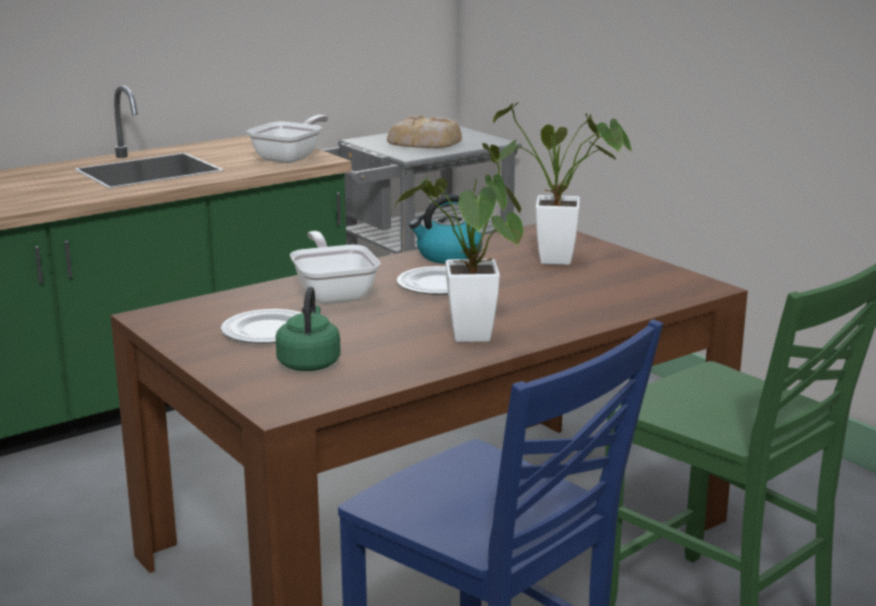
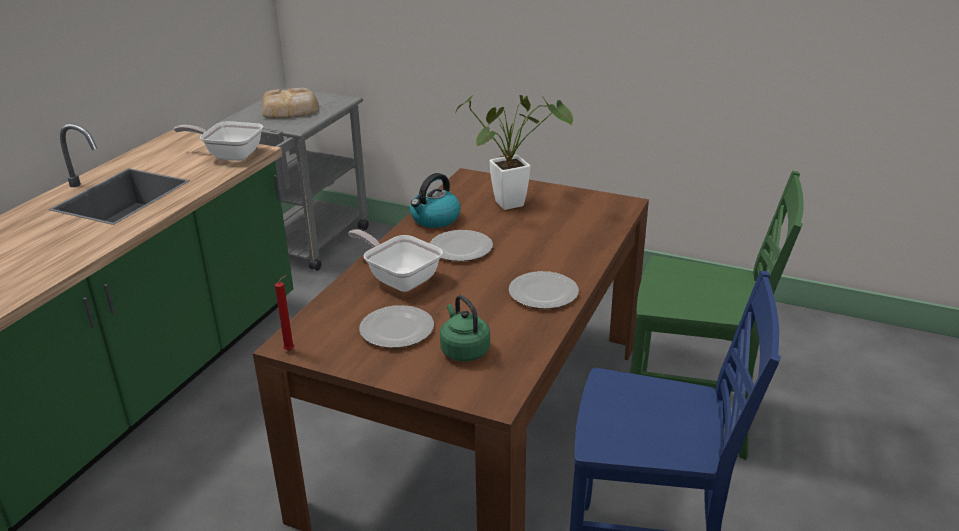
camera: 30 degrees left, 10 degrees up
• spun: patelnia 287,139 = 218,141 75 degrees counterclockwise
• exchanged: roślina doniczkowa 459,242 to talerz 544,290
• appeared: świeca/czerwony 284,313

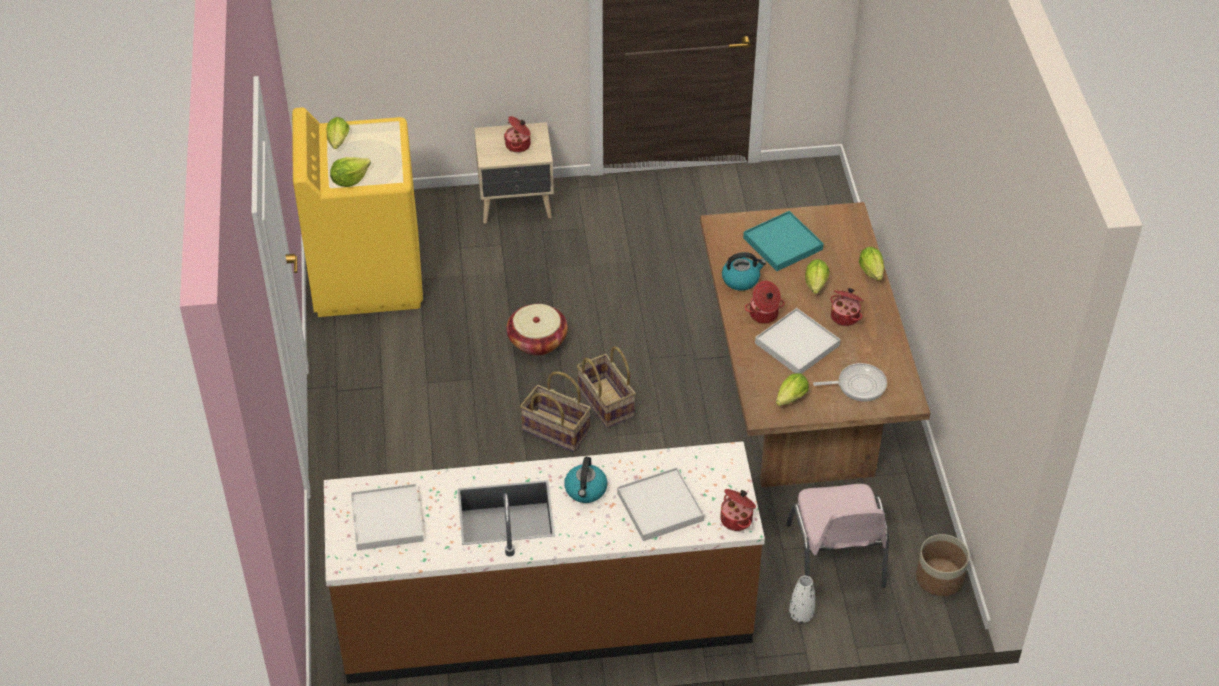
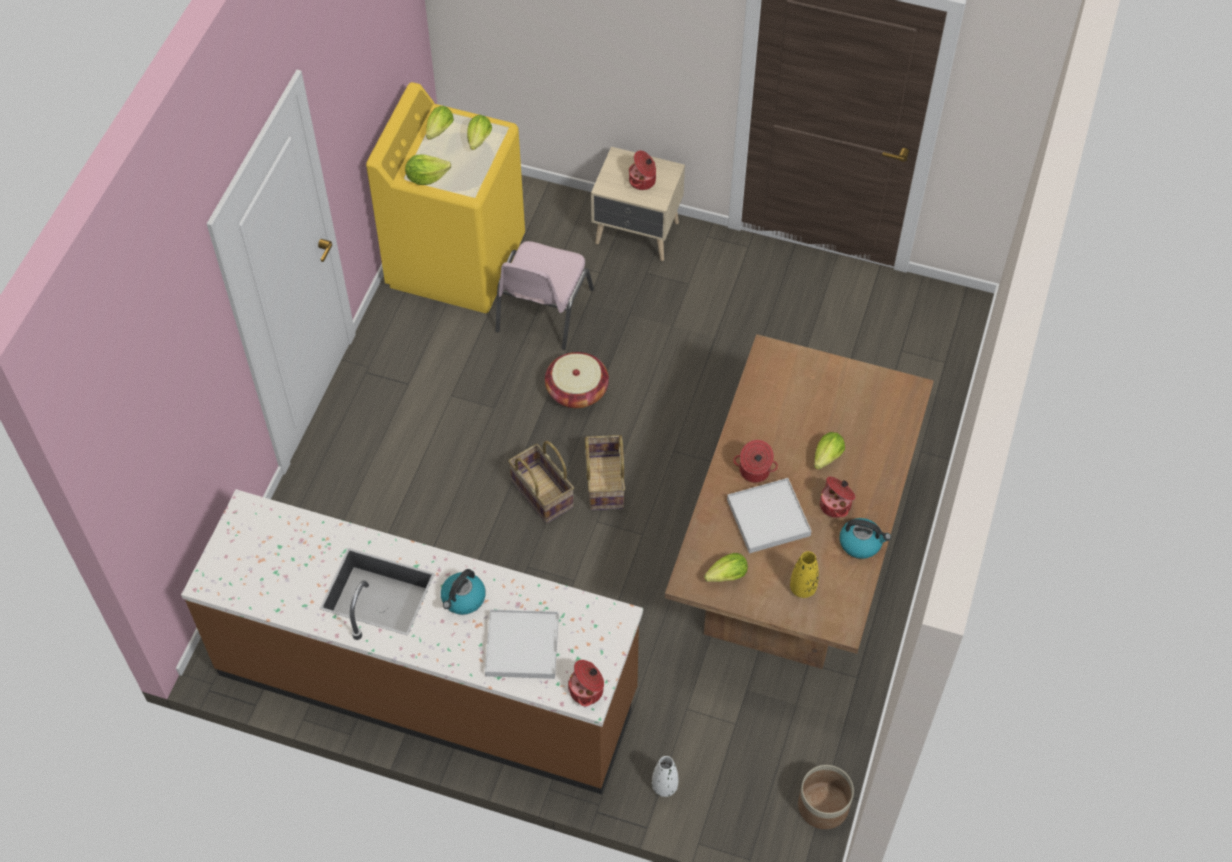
camera: 25 degrees right, 10 degrees up
• missing: taca/biały 387,517
• relocated: czajnik 744,271 to 865,538
• missing: taca/turkusowy 783,241
• relocated: krzesło/różowy 837,536 to 544,295
• exchanged: patelnia 850,382 to wazon/żółty 804,574
• relocated: sałata 871,264 to 479,132

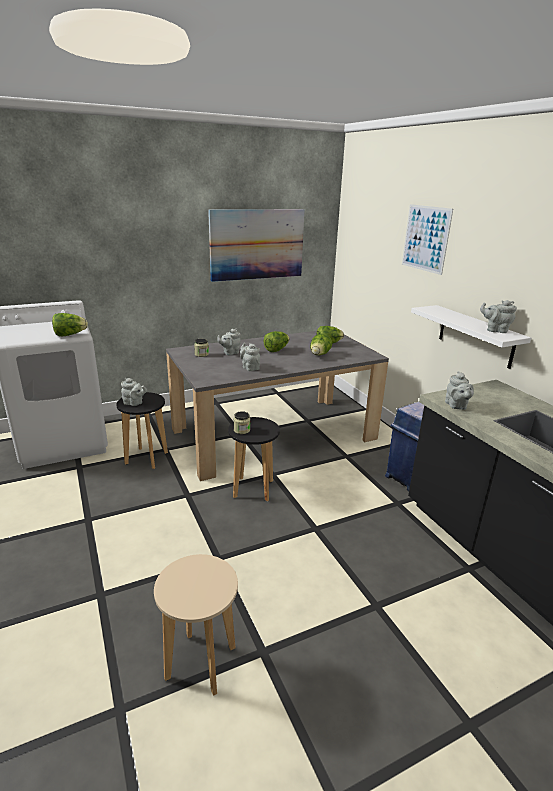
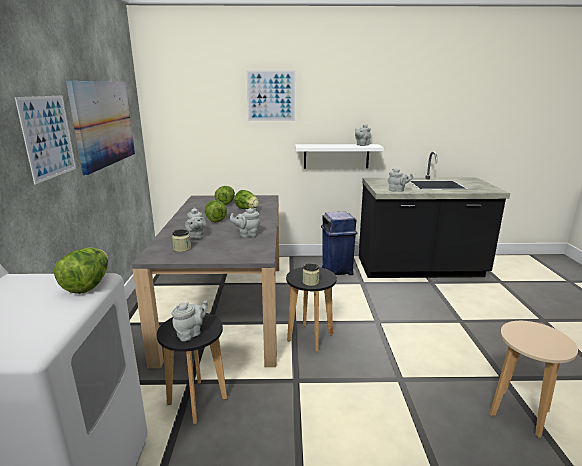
camera: 65 degrees left, 5 degrees down
• appeared: obraz 45,140

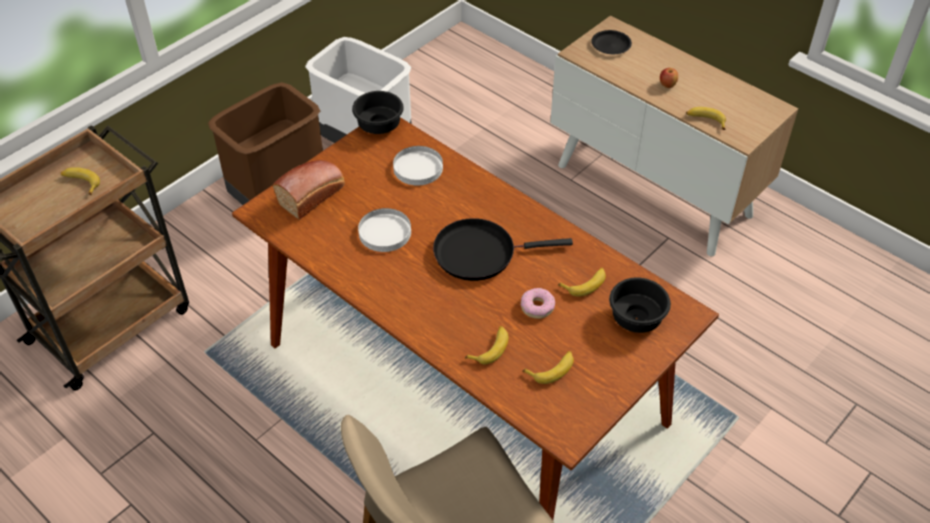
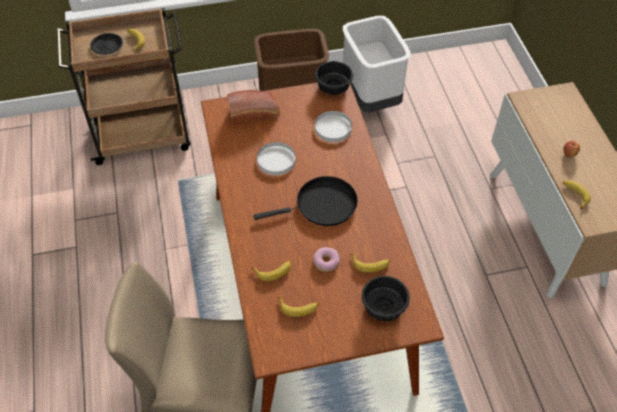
camera: 35 degrees right, 5 degrees up
• spun: patelnia/czarny 503,249 = 305,201 135 degrees clockwise
• relocated: talerz/czarny 611,42 to 106,44

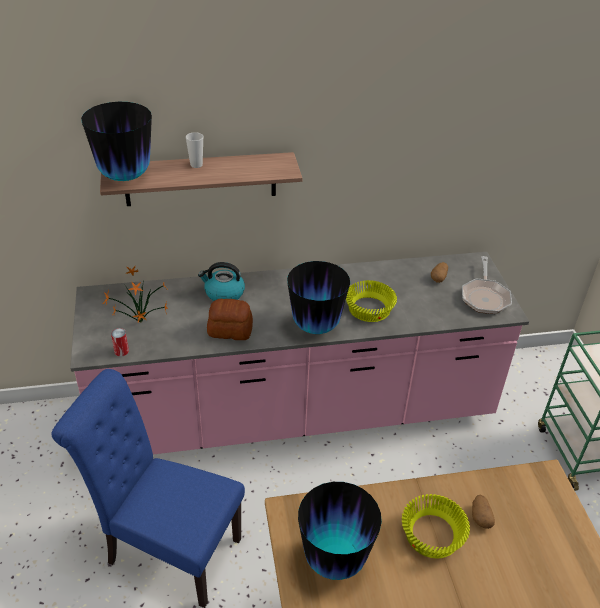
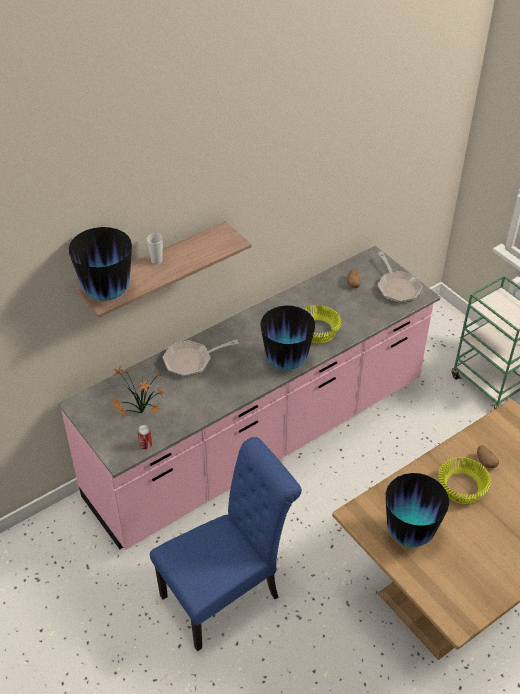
camera: 25 degrees left, 5 degrees up
• spun: krzesło/niebieski 148,488 = 226,544 150 degrees clockwise
• exchanged: czajnik 221,281 to patelnia 201,358
• missing: chleb 230,319

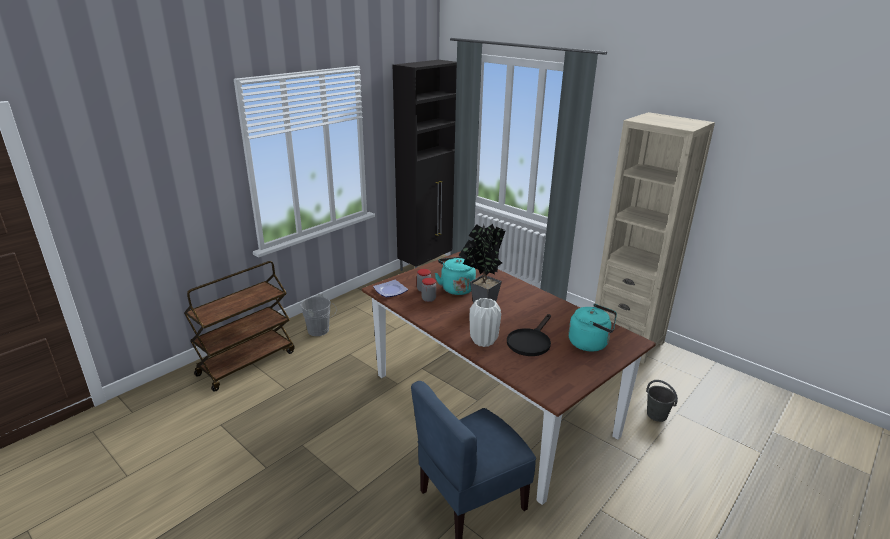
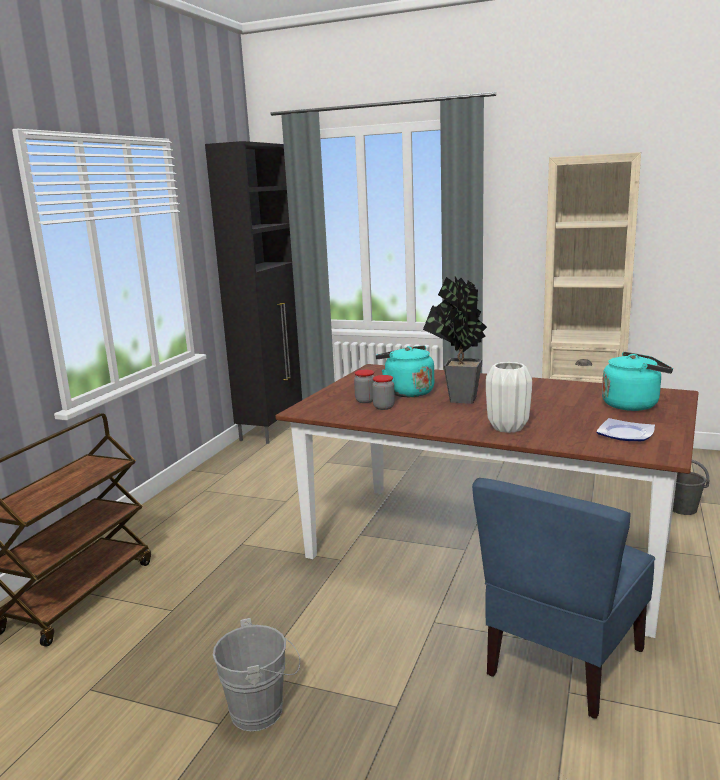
camera: 20 degrees left, 10 degrees down
• relocated: wiadro/szary 318,315 to 256,674
• relocated: talerz 390,288 to 625,429
• missing: patelnia/czarny 529,335

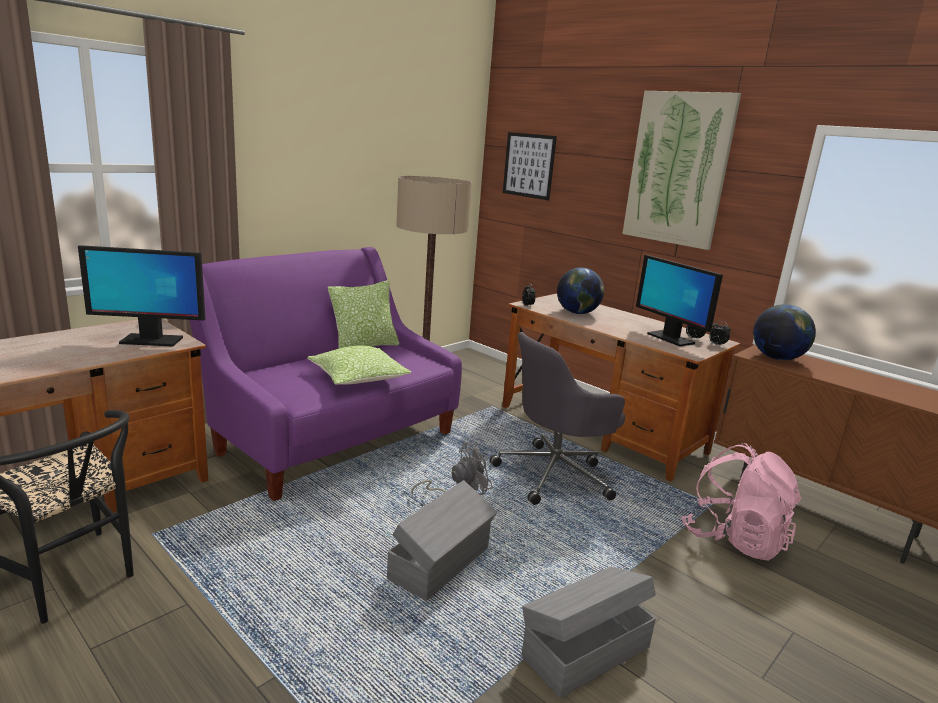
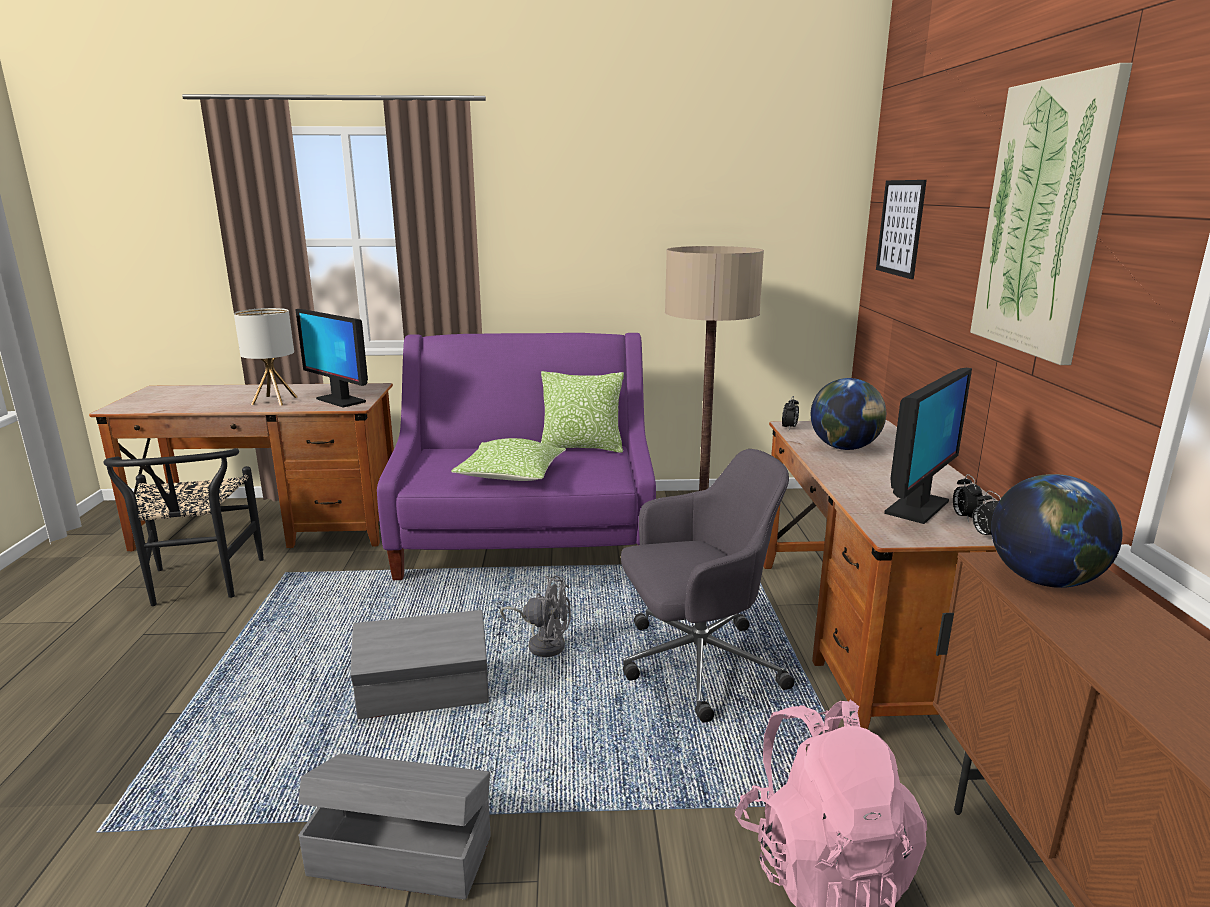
camera: 45 degrees right, 0 degrees up
• spun: krzesło biurowe/szary 557,418 = 707,586 150 degrees clockwise
• spun: monitor 679,301 = 928,446 150 degrees counterclockwise
• appeared: lampa stołowa 265,357

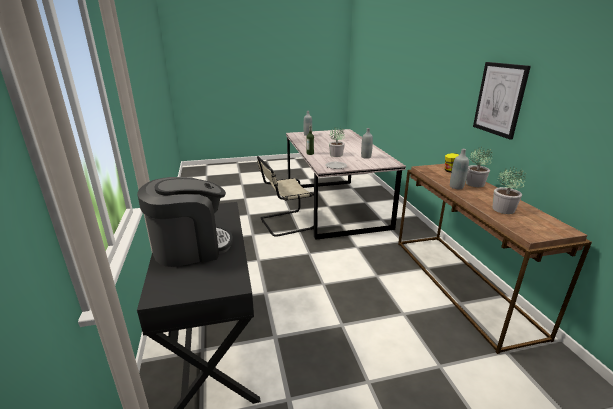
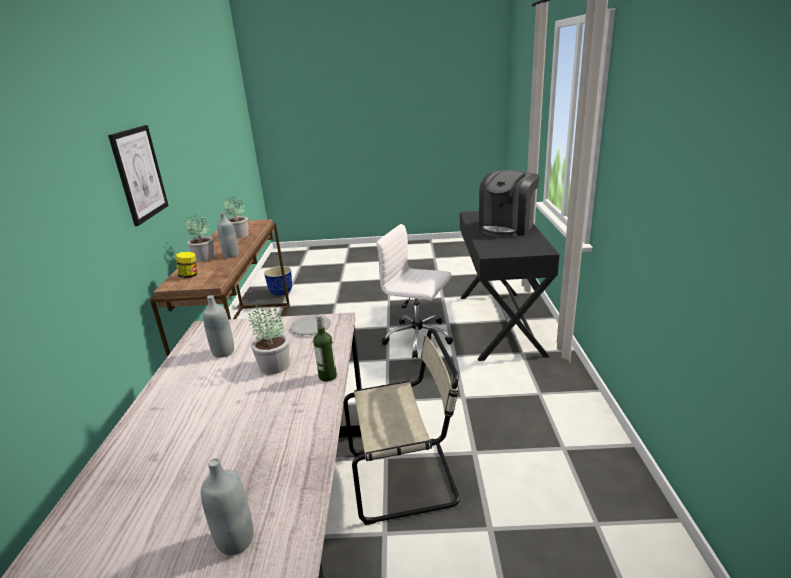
camera: 165 degrees left, 0 degrees up
• spun: ekspres do kawy 185,222 = 509,203 45 degrees counterclockwise
• appeared: donica 278,281
• appeared: krzesło biurowe/biały 414,291

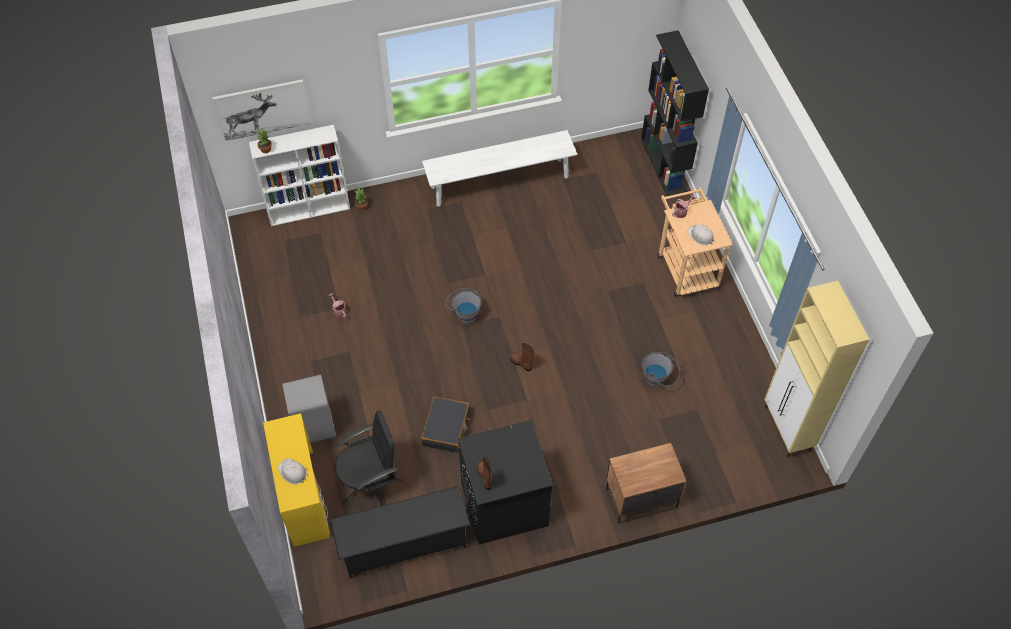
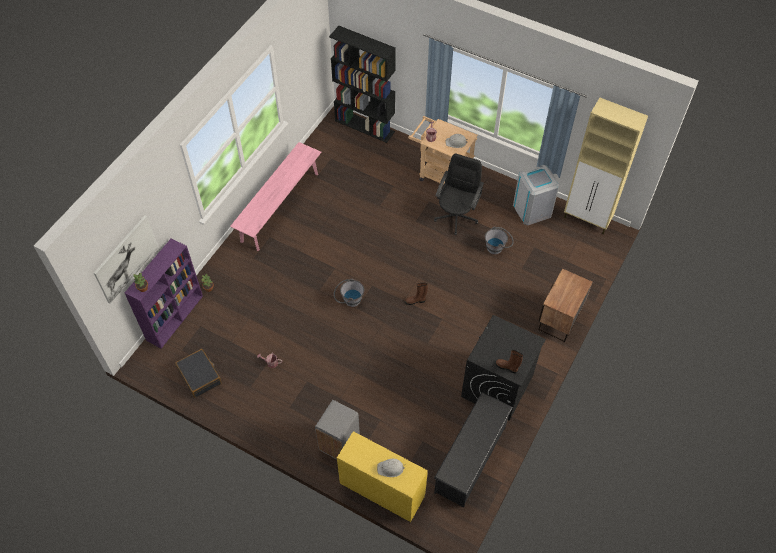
camera: 45 degrees left, 0 degrees up
• colour: regał/biały 299,175 to regał/fioletowy 164,293
• relocated: krzesło biurowe/czarny 369,458 to 459,194
• relocated: walizka/czarny 445,424 to 198,373
• colour: ławka/biały 499,168 to ławka/różowy 275,196
• appeared: kosz na śmieci/szary 536,195

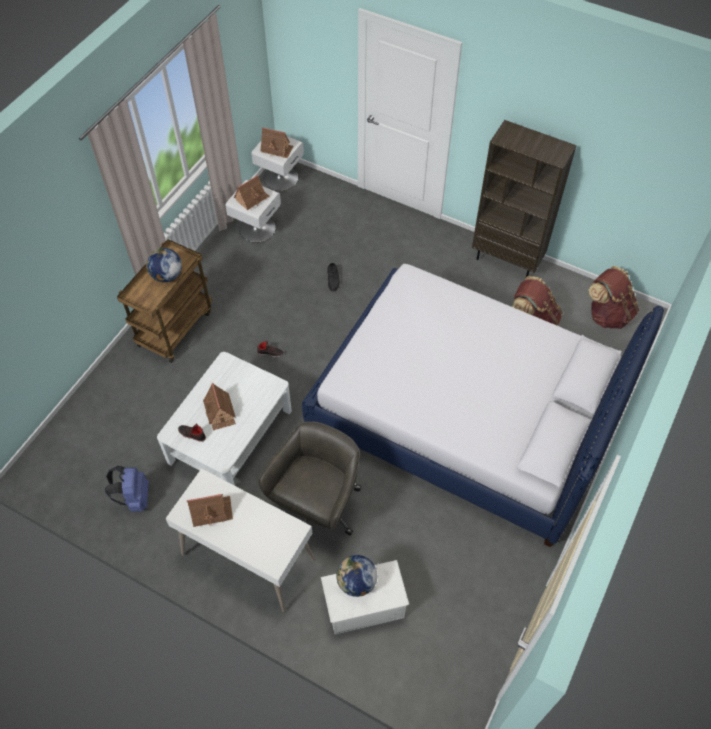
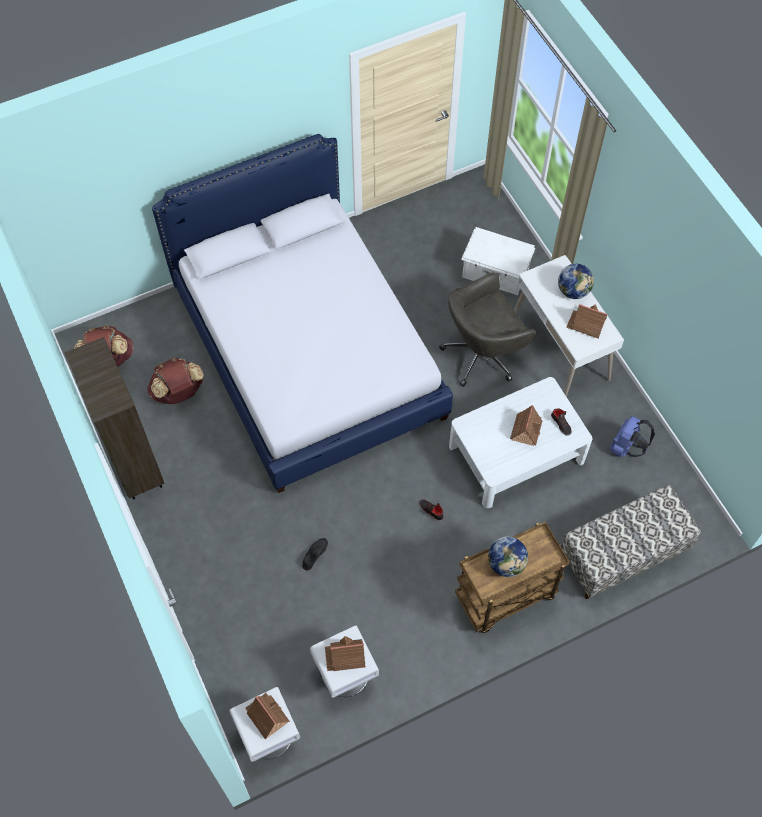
camera: 145 degrees left, 5 degrees up
• relocated: globus 356,576 to 576,281
• appeared: ławka 630,542

